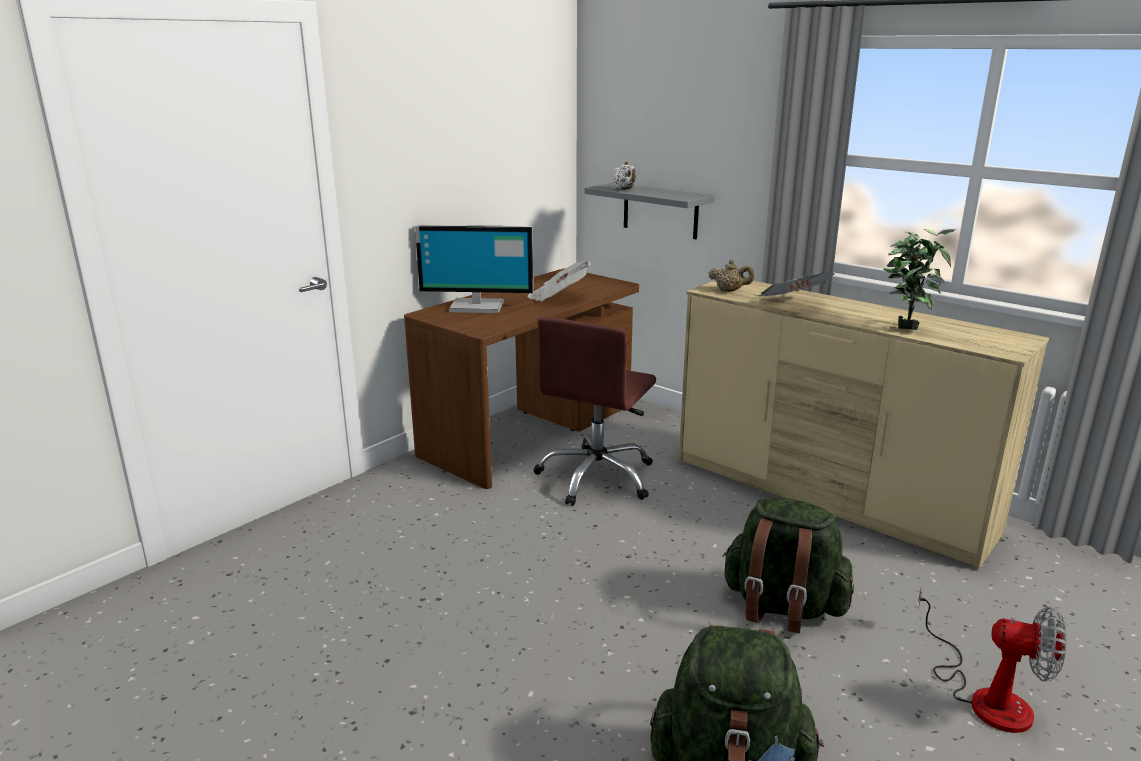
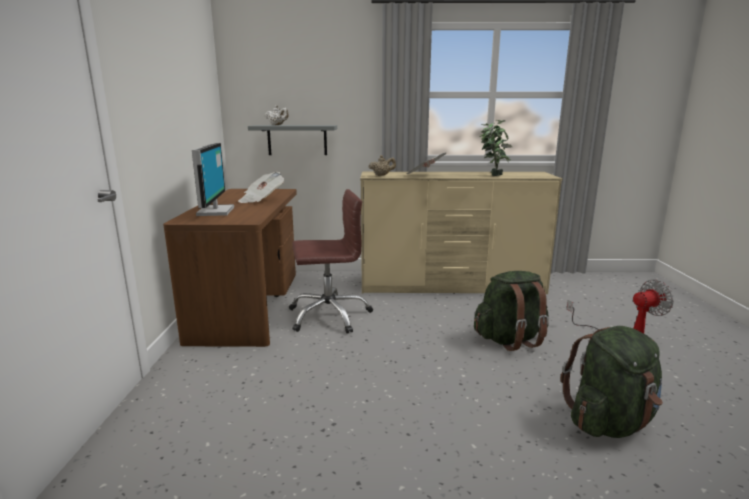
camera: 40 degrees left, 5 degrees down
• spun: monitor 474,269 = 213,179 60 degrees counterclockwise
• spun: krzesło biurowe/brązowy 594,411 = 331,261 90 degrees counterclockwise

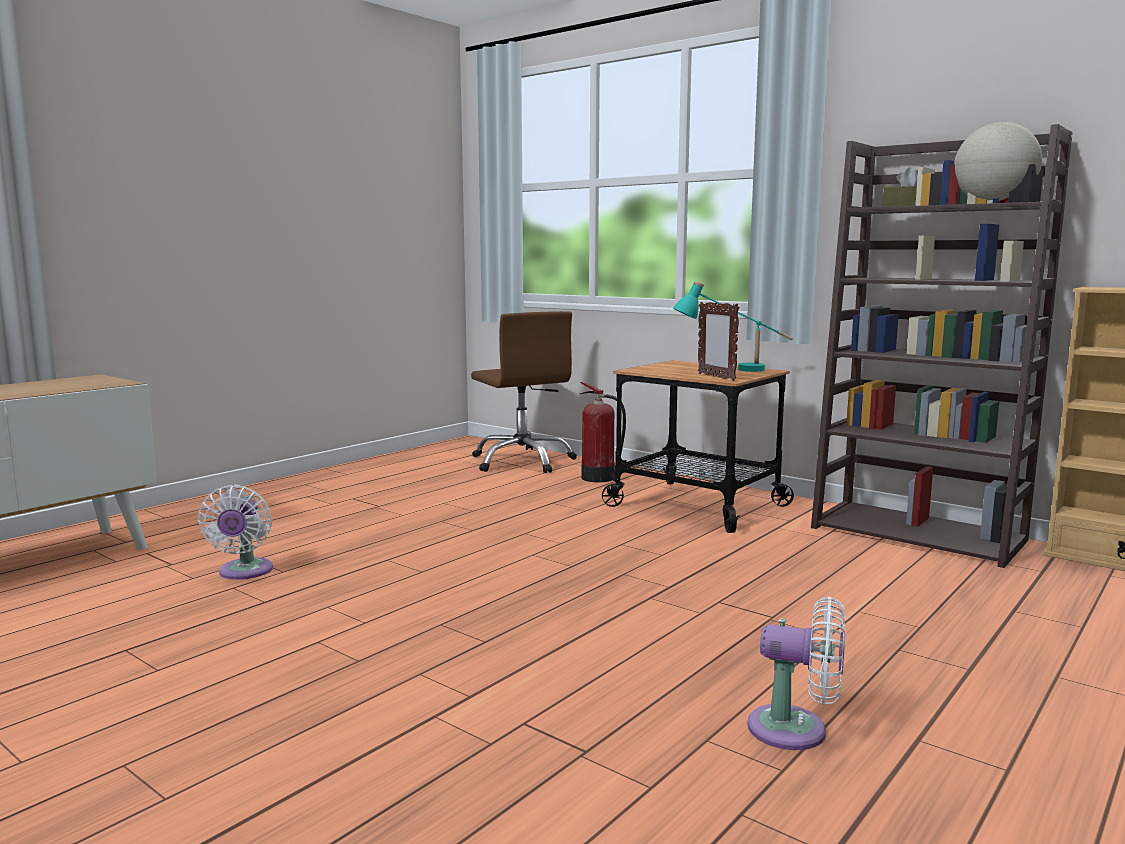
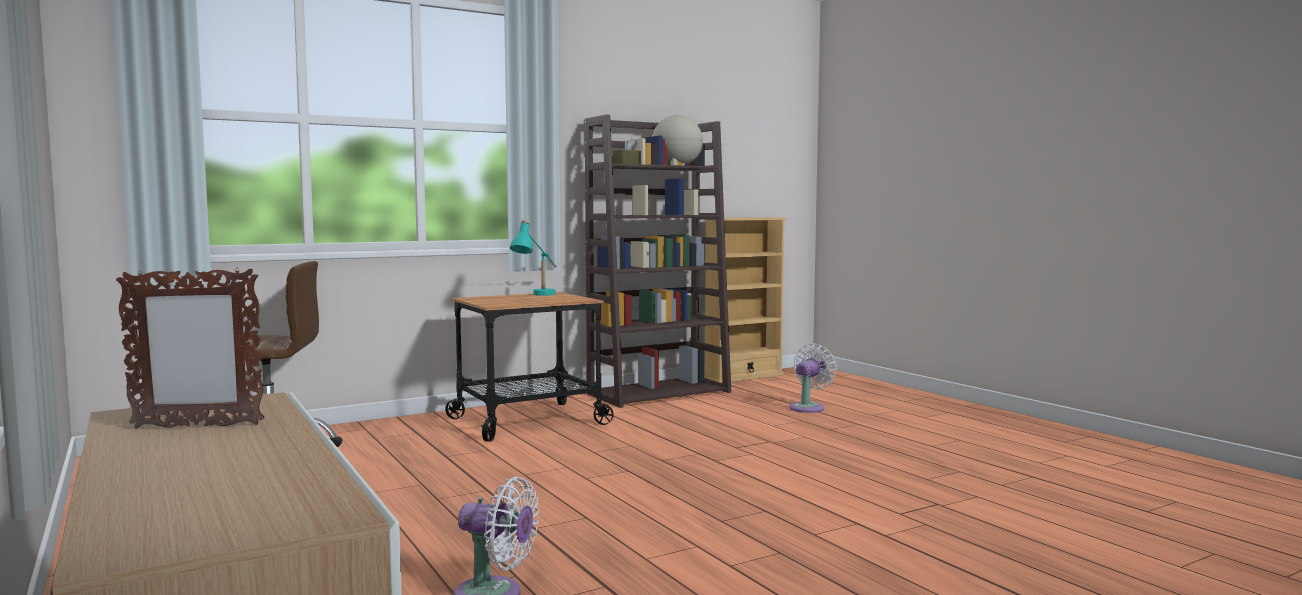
camera: 70 degrees left, 5 degrees down
• missing: gaśnica 603,432
• relocated: ramka na zdjęcie 718,341 to 190,348
• relocated: wentylator/biały 796,673 to 812,378

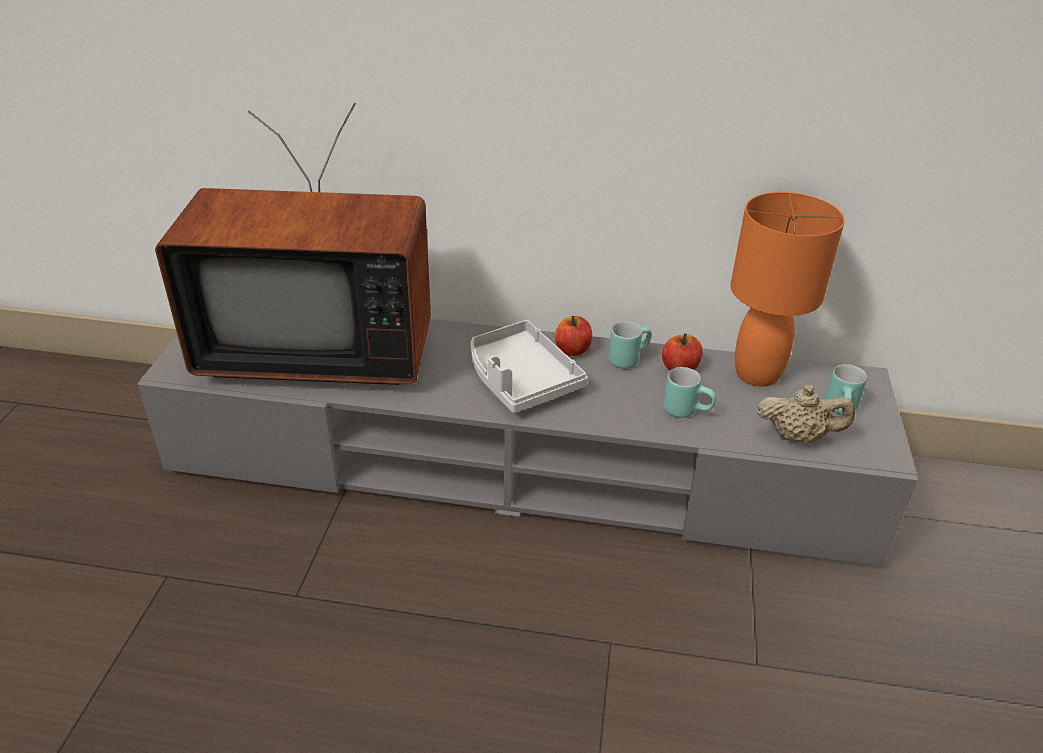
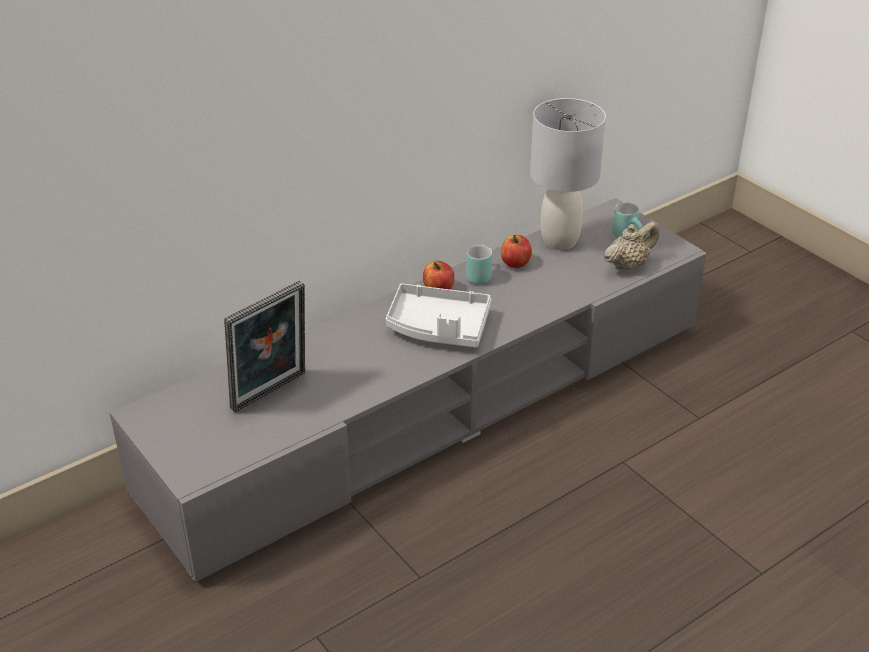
camera: 45 degrees left, 0 degrees up
• exchanged: telewizor 293,244 to ramka na zdjęcie 264,346
• missing: kubek/turkusowy 689,392
• colour: lampa stołowa/pomarańczowy 788,289 to lampa stołowa/szary 568,174

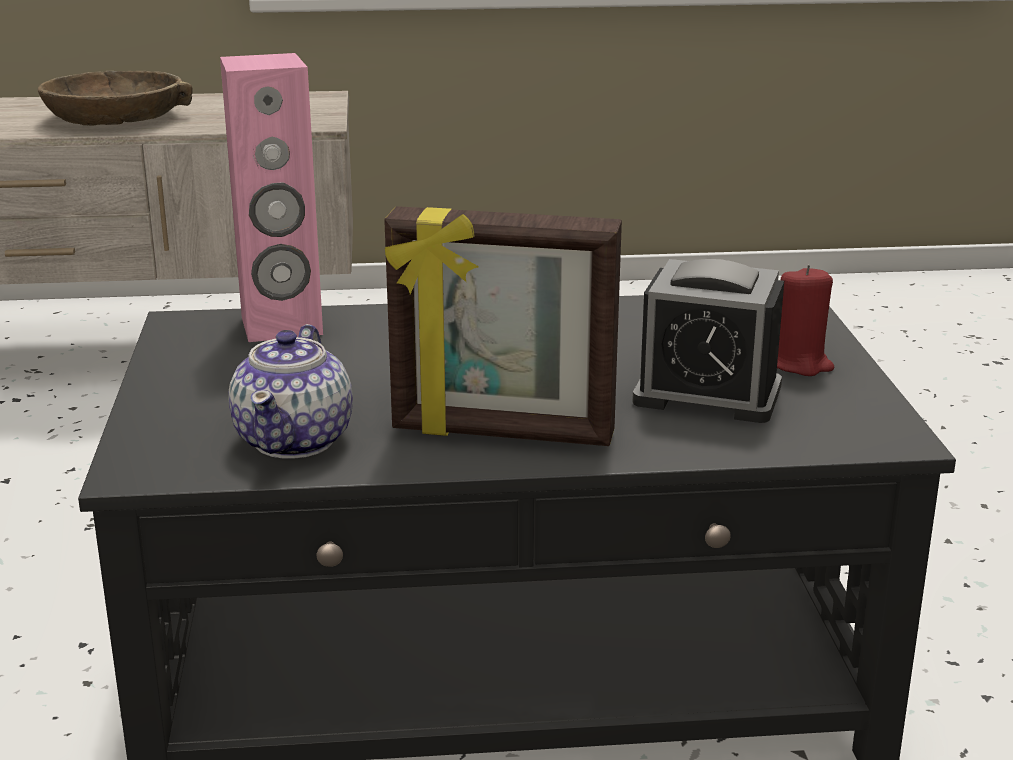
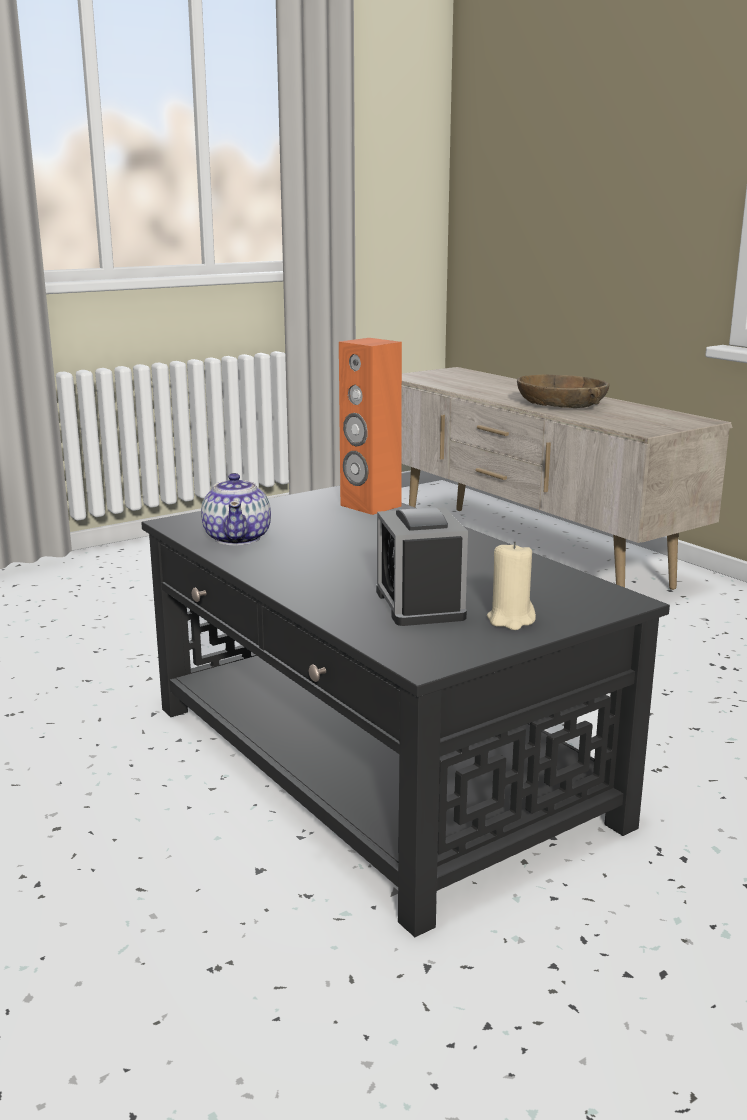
camera: 60 degrees right, 5 degrees down
• colour: głośnik/różowy 271,197 to głośnik/pomarańczowy 370,426
• spun: imbryk 291,391 = 236,509 75 degrees counterclockwise
• missing: ramka na zdjęcie 503,326
• colour: świeca/czerwony 805,320 to świeca/beżowy 511,585

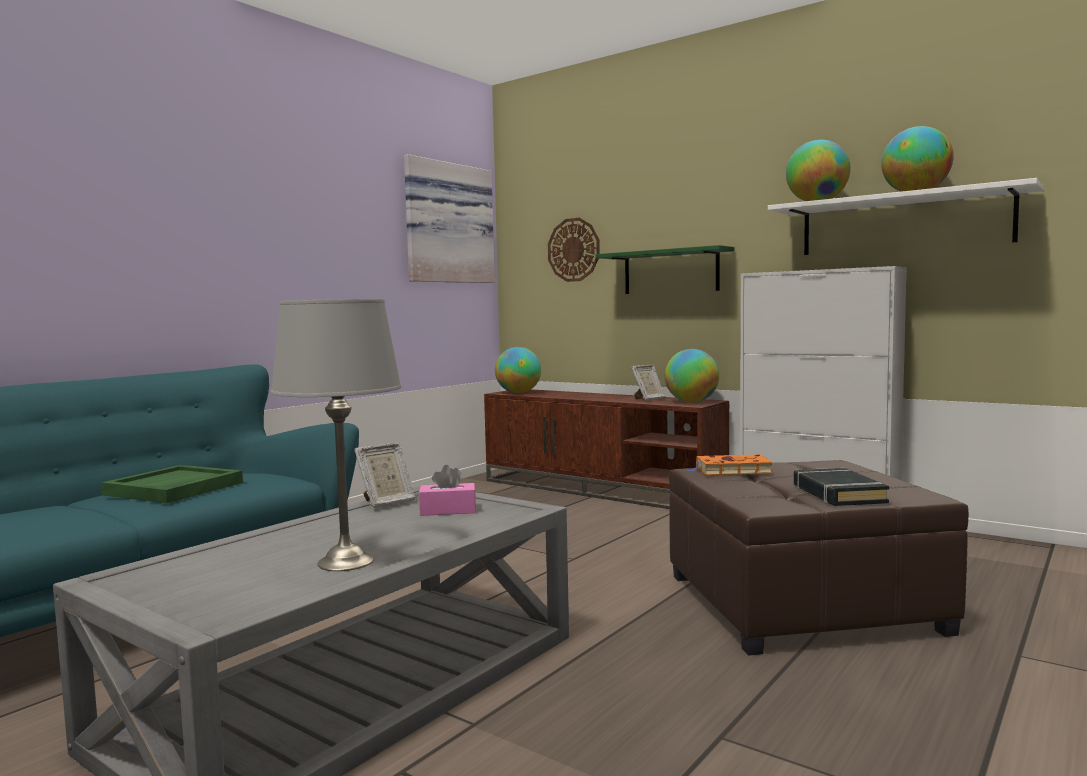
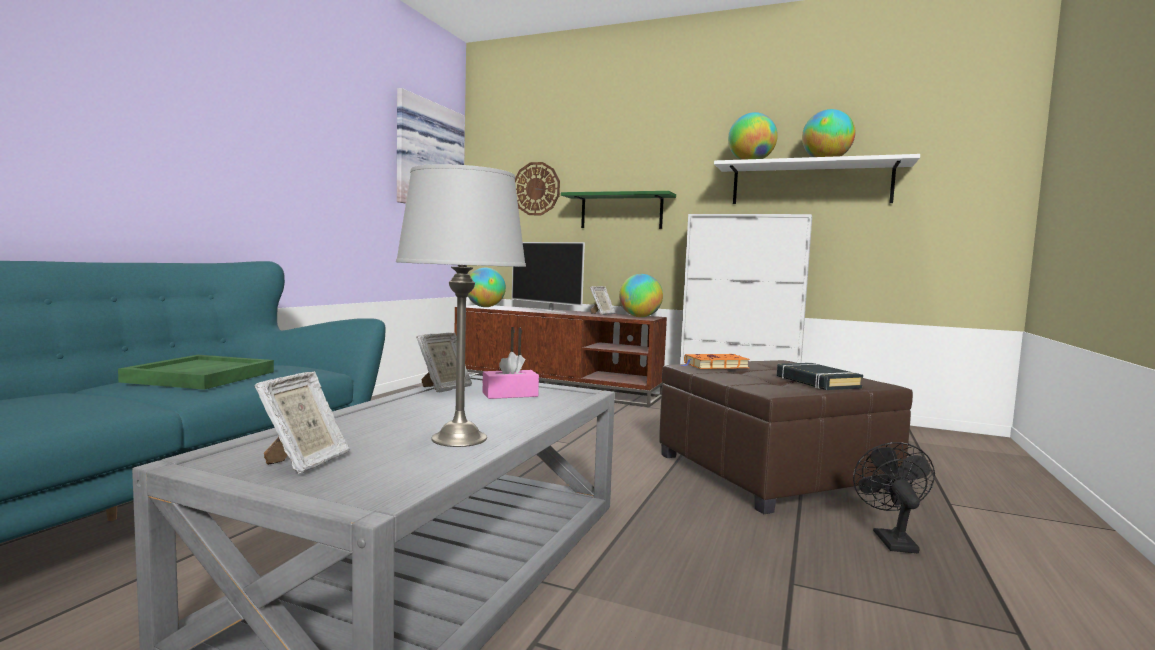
camera: 15 degrees left, 0 degrees up
• appeared: ramka na zdjęcie 302,422
• appeared: telewizor 548,277
• appeared: wentylator/czarny 894,497

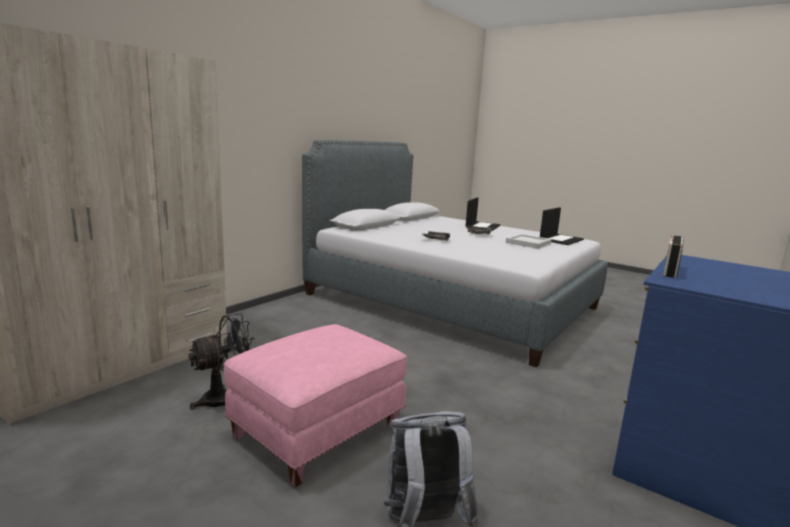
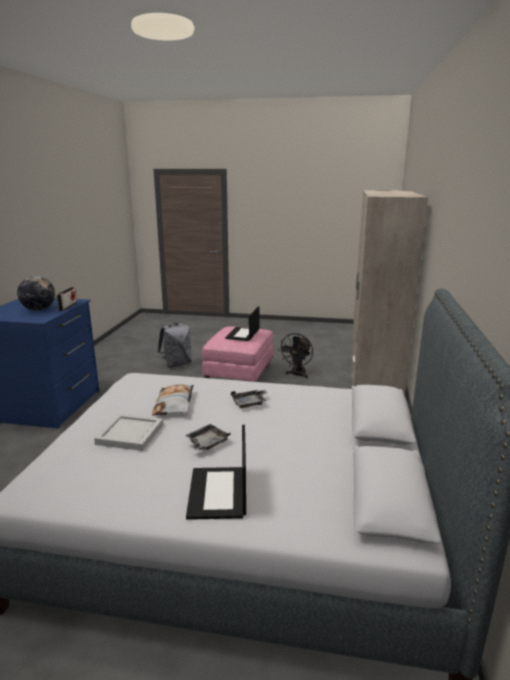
camera: 155 degrees right, 5 degrees up
• relocated: laptop 562,226 to 242,323
• appeared: globus 36,293
• appeared: poduszka 172,399

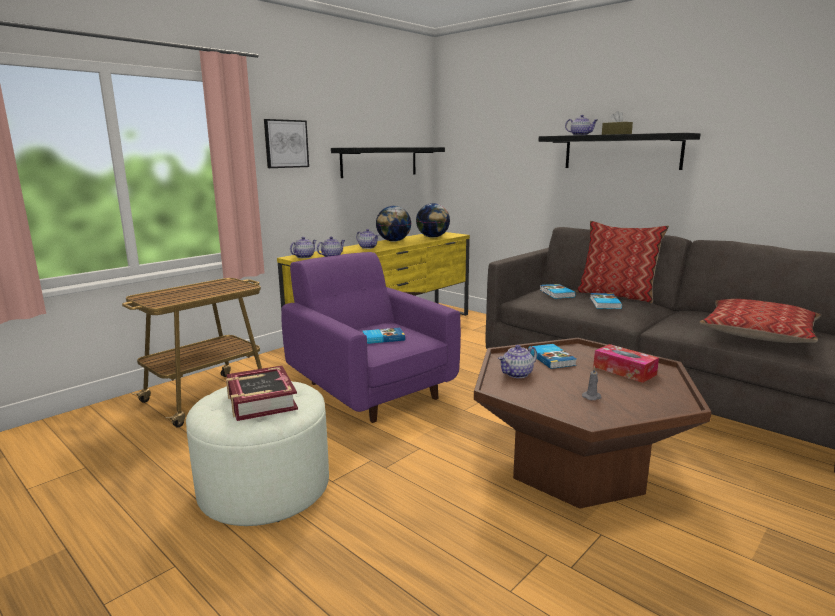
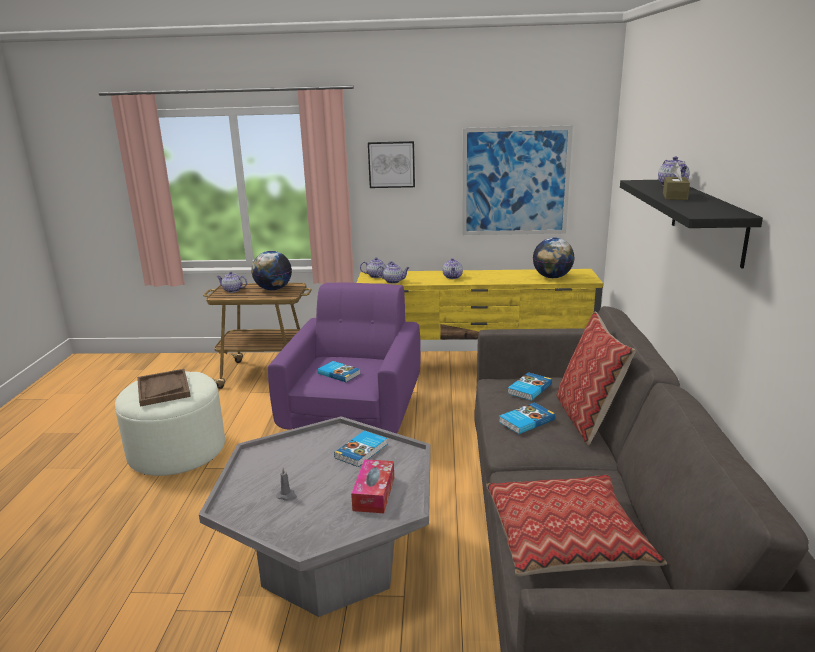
camera: 50 degrees right, 5 degrees up
• exchanged: książka 262,393 to taca/brązowy 164,388
• exchanged: półka/czarny 388,162 to obraz 517,180
• relocated: globus 393,224 to 271,270
• colour: ława/brązowy 593,423 to ława/szary 315,516
• relocated: imbryk 517,361 to 231,282

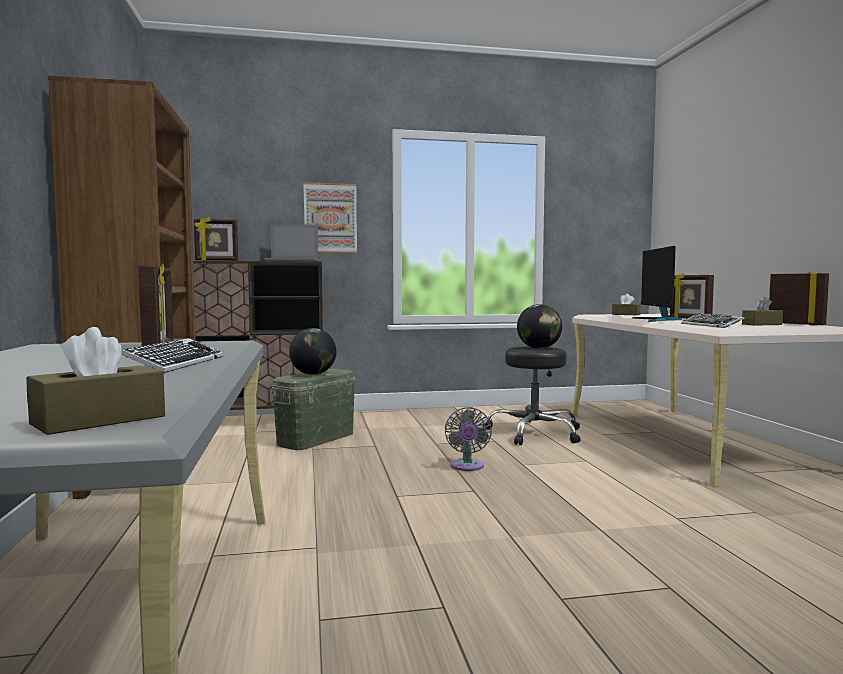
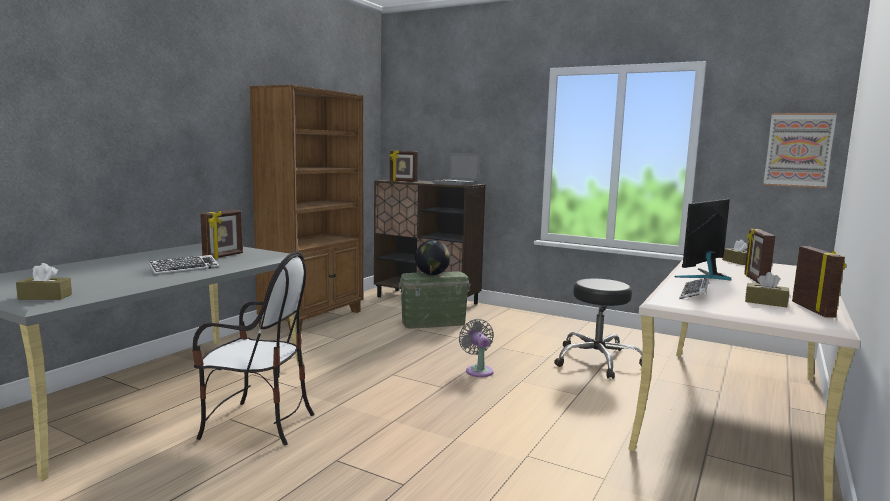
camera: 40 degrees right, 5 degrees up
• relocated: obraz 330,217 to 800,150
• spun: wentylator/szary 468,439 = 476,348 120 degrees clockwise
• missing: globus 539,326
• appeared: krzesło 253,348

